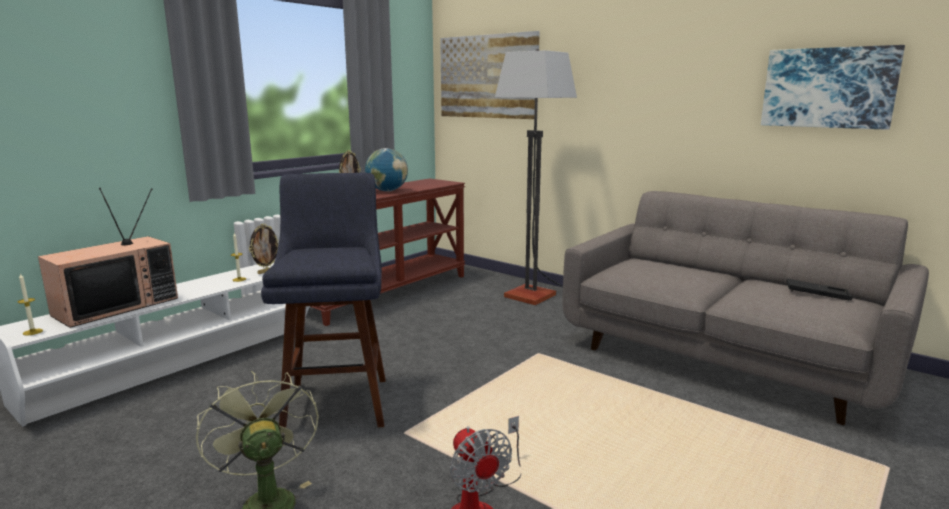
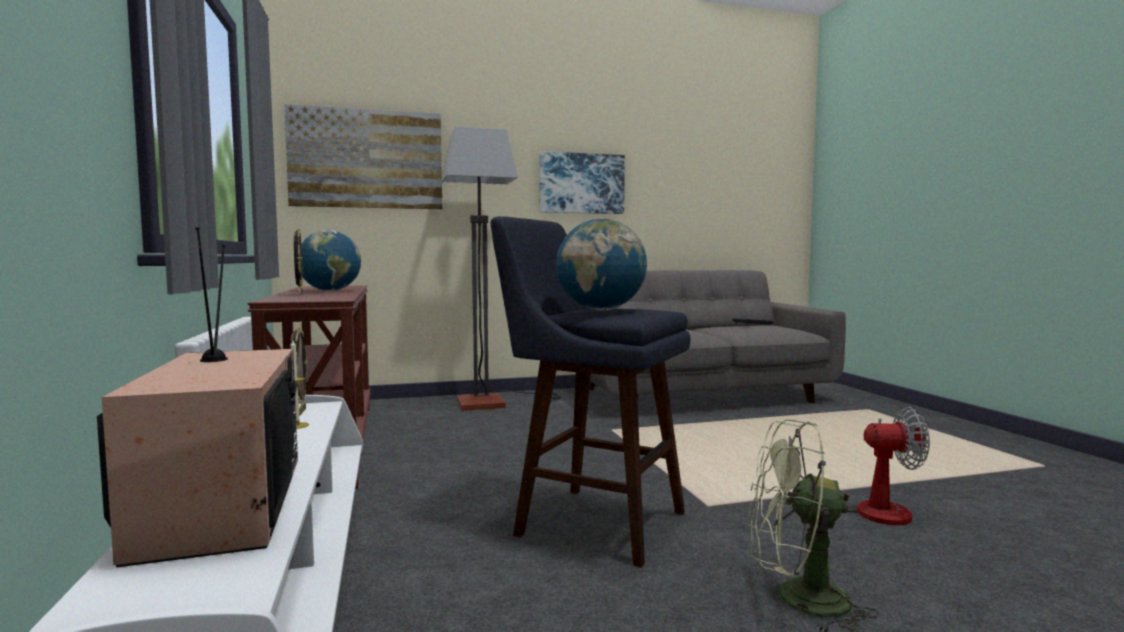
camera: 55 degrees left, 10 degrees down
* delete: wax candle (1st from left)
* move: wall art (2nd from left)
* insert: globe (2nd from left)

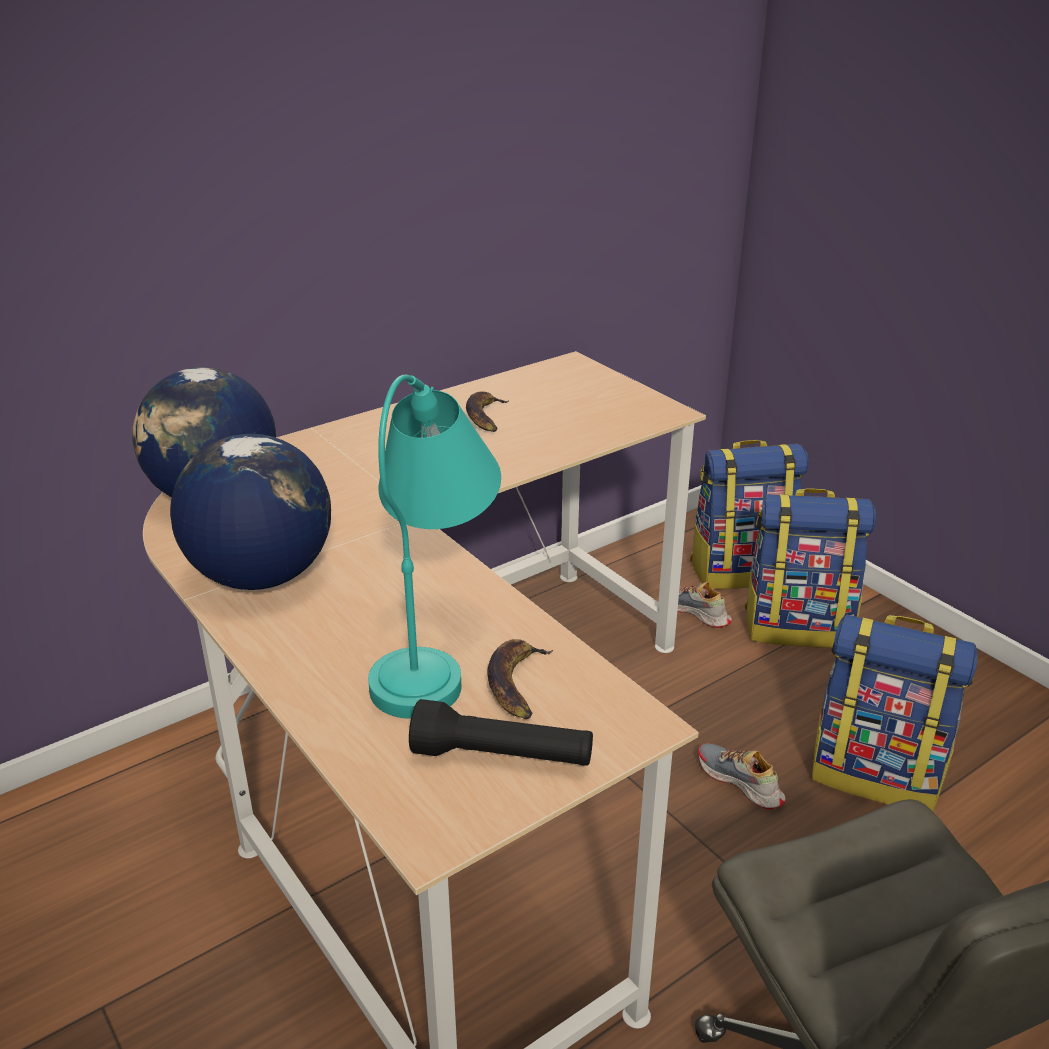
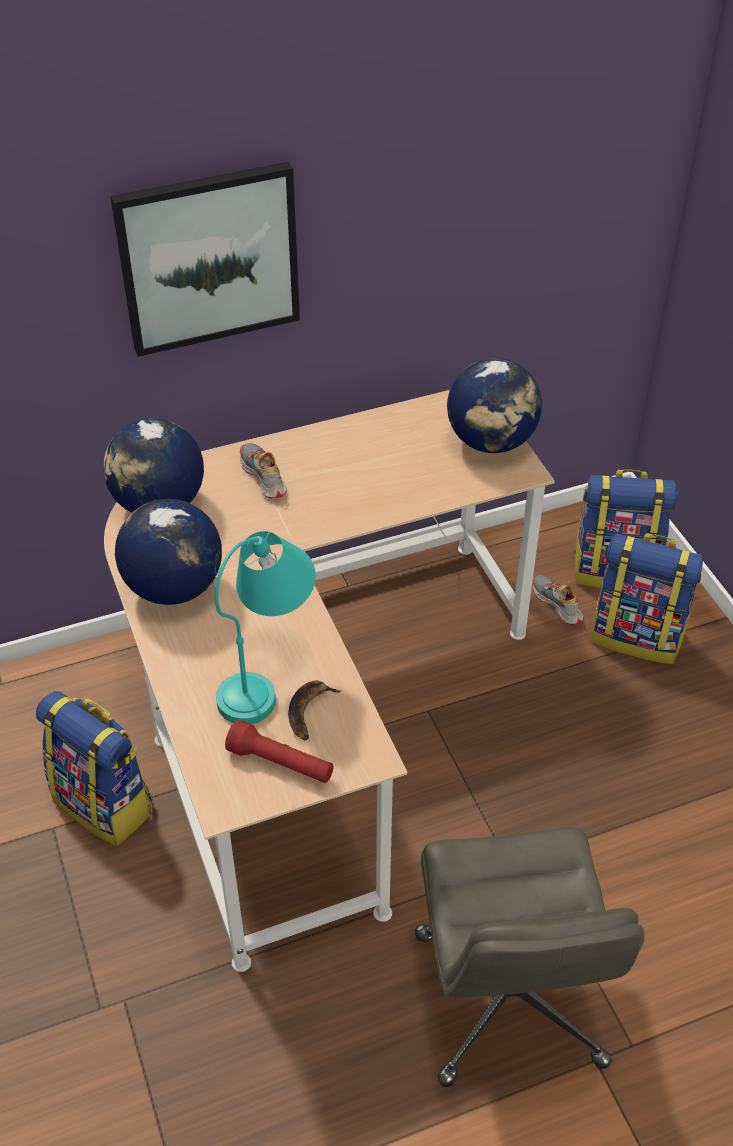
camera: 15 degrees right, 15 degrees up
* recolor: torch (black) to torch (red-coloured)
* delete: whole banana (1st from left)
* move: shoe (2nd from left in the first image) to shoe (1st from left)
* move: rucksack (3rd from left in the first image) to rucksack (1st from left)
* insert: wall art
* insert: globe (3rd from left)

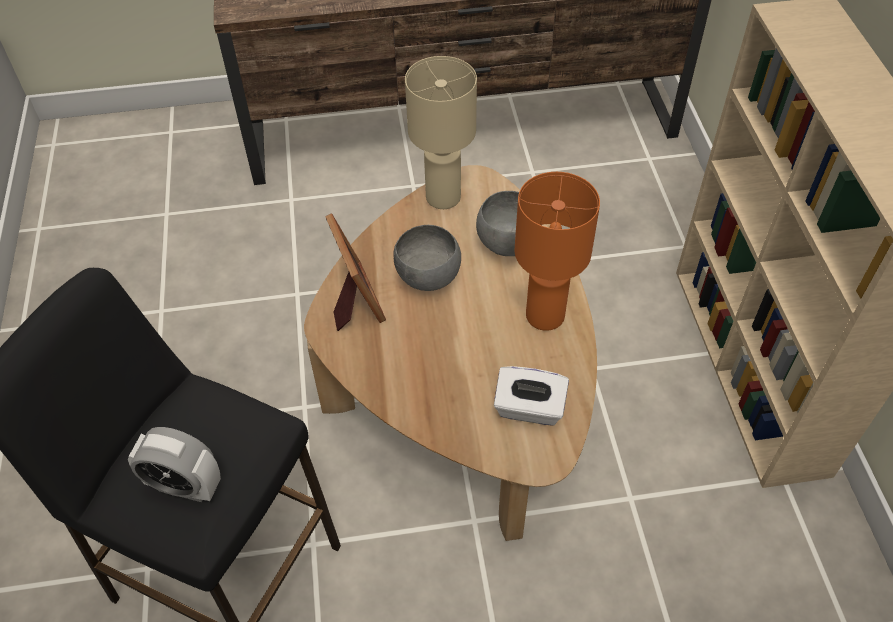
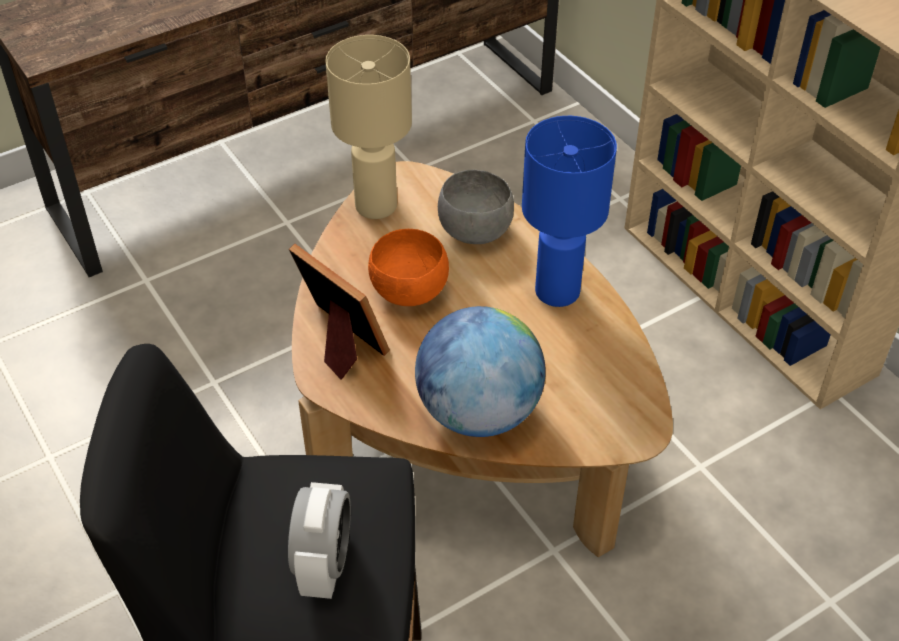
camera: 25 degrees left, 5 degrees down
* rotate: bedside clock 75 degrees counterclockwise
* recolor: bowl (gray) (1st from left) to bowl (orange)
* delete: tissue holder (whitish)
* recolor: lamp for a table (orange) to lamp for a table (bluish)
* insert: globe

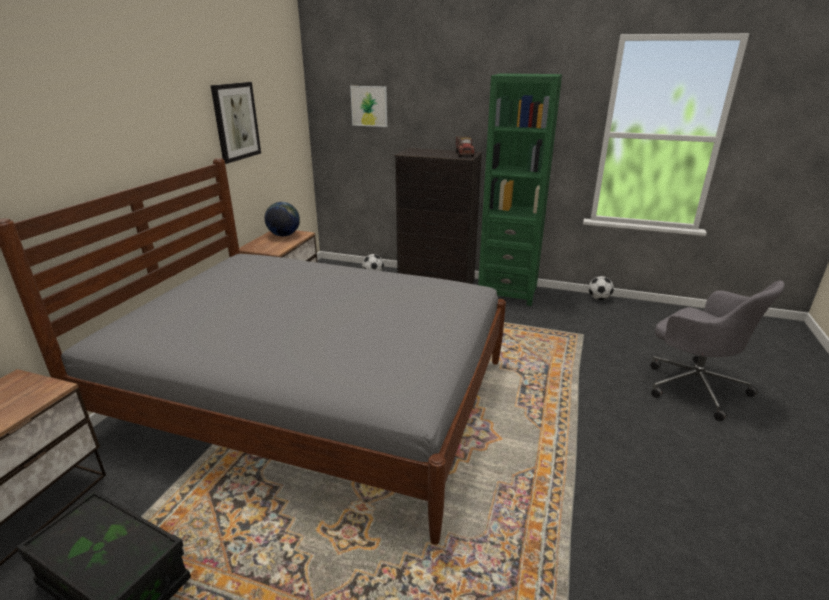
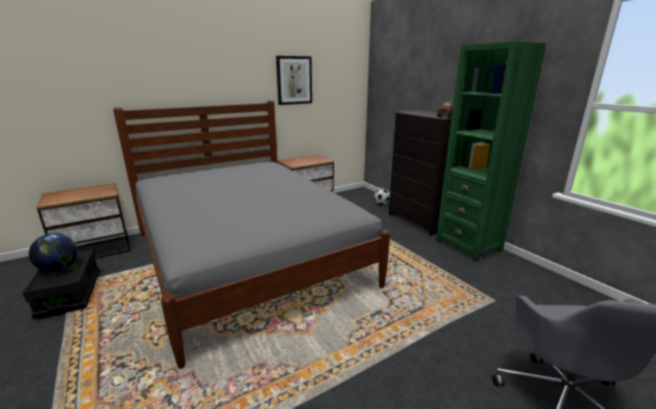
camera: 40 degrees right, 5 degrees down
* move: globe
* delete: wall art (2nd from left)
* delete: football ball (2nd from left)

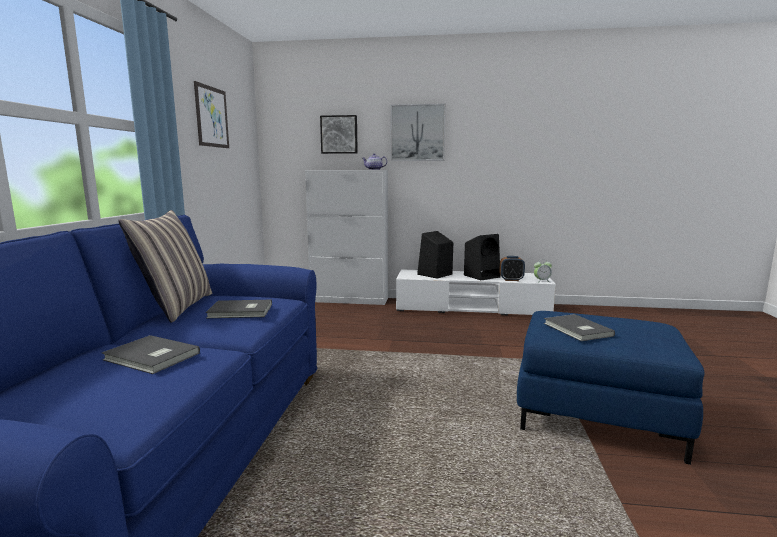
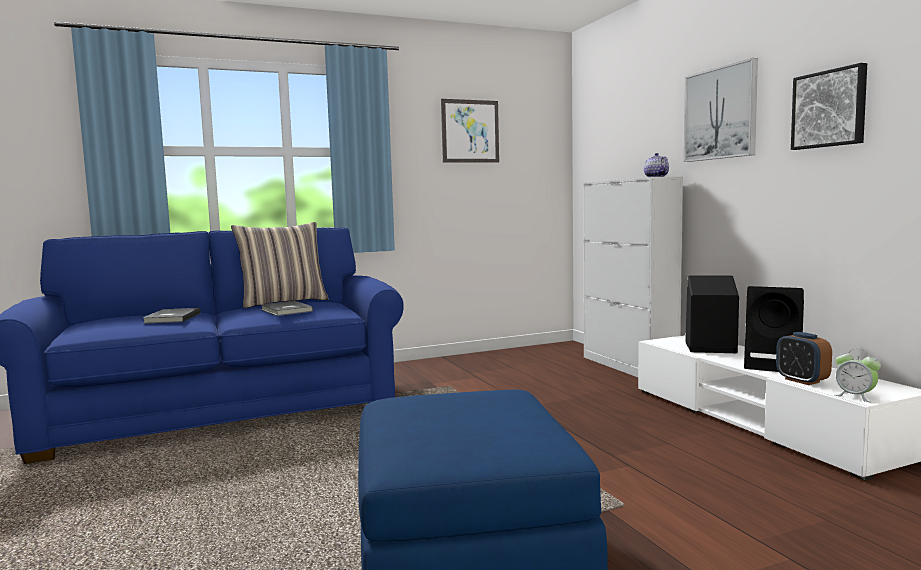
camera: 60 degrees right, 5 degrees down
* move: wall art (2nd from left in the first image) to wall art (3rd from left)
* delete: book (gray) (3rd from left)

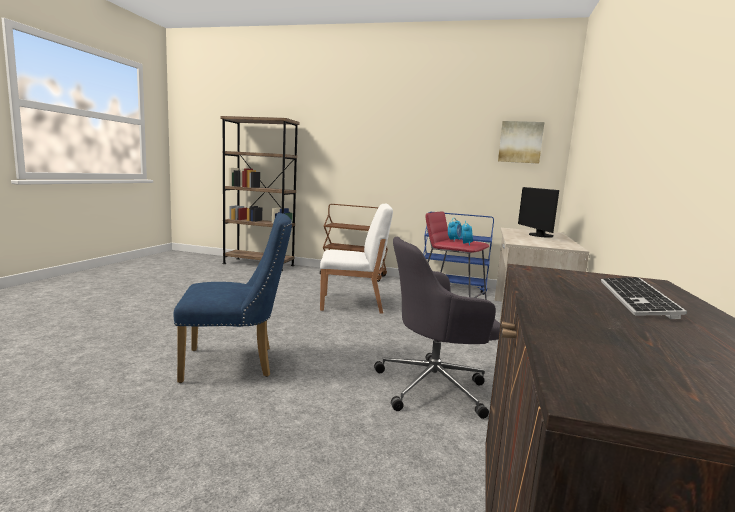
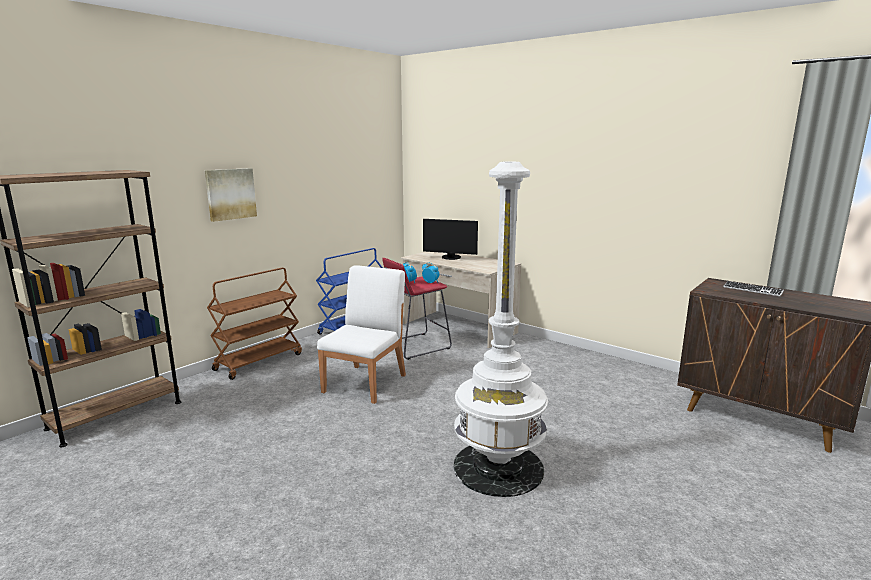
camera: 65 degrees left, 5 degrees up
* replace: chair (bluish) to standard lamp (whitish)
* delete: office chair (gray)
* move: wall art

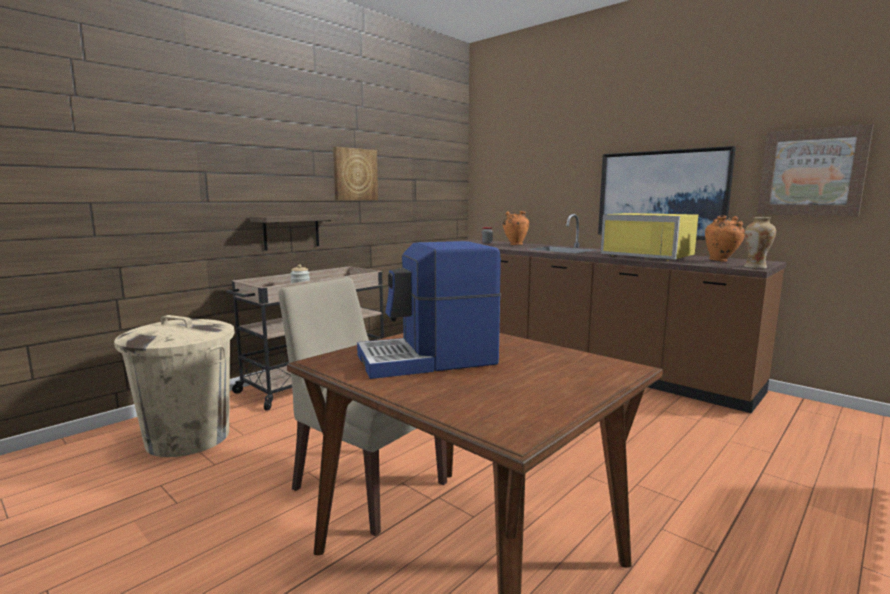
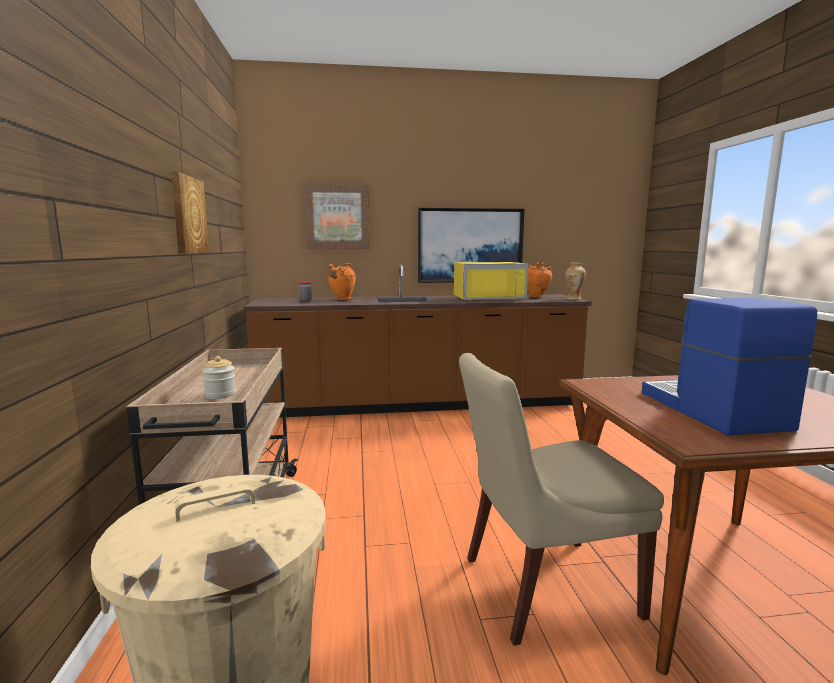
camera: 50 degrees left, 0 degrees up
* delete: wall shelf
* rotate: coffee machine 150 degrees clockwise
* move: wall art (3rd from left in the first image) to wall art (2nd from left)

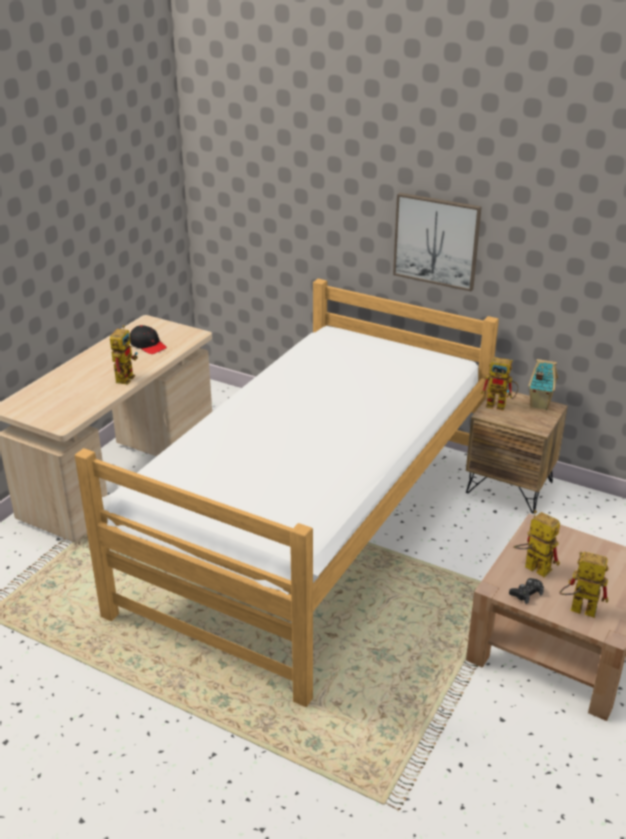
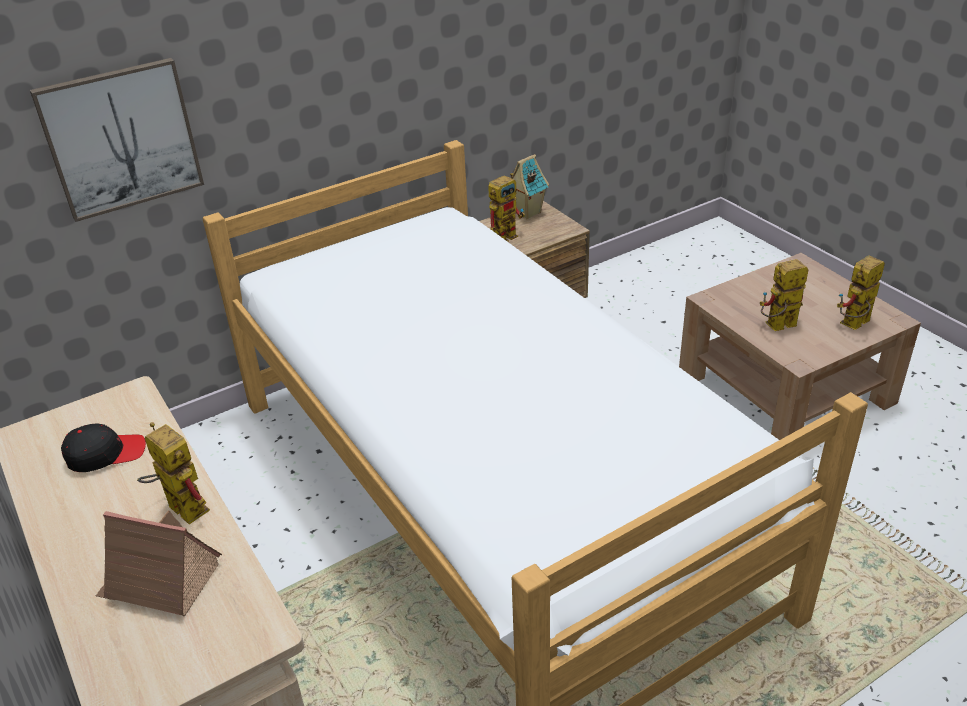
camera: 60 degrees left, 5 degrees up
* move: wall art
* delete: joypad (black)
* insert: model house (1st from left)

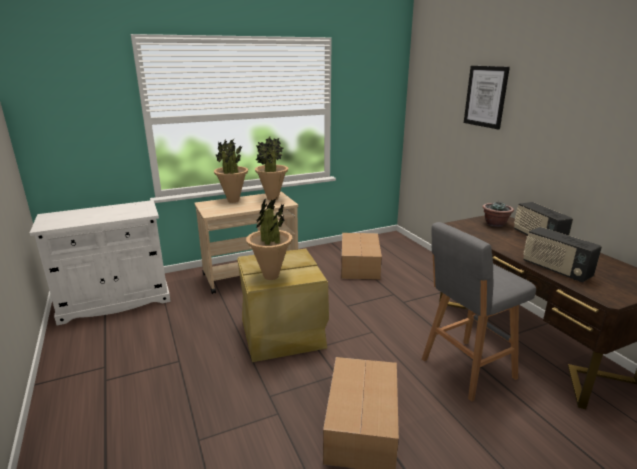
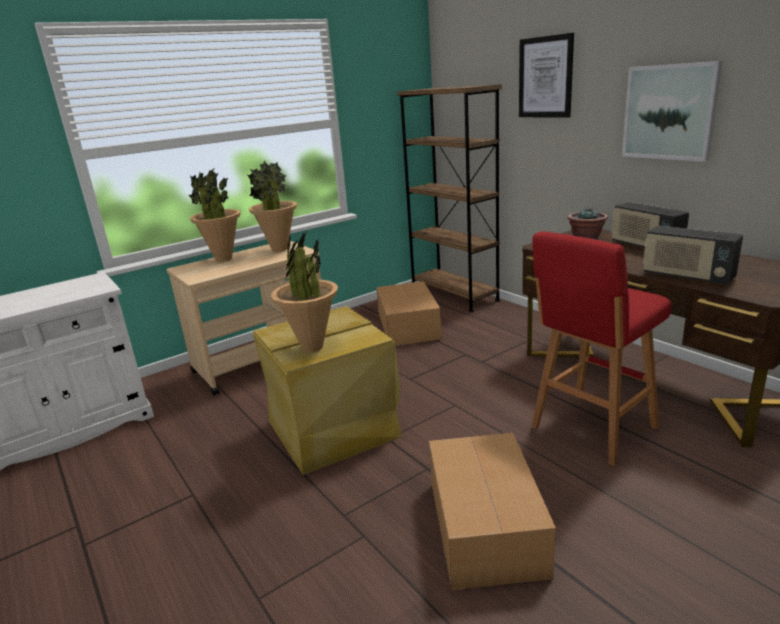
camera: 10 degrees left, 0 degrees up
* recolor: stool (gray) to stool (red-coloured)
* insert: bookcase (brownish)
* insert: wall art (2nd from left)

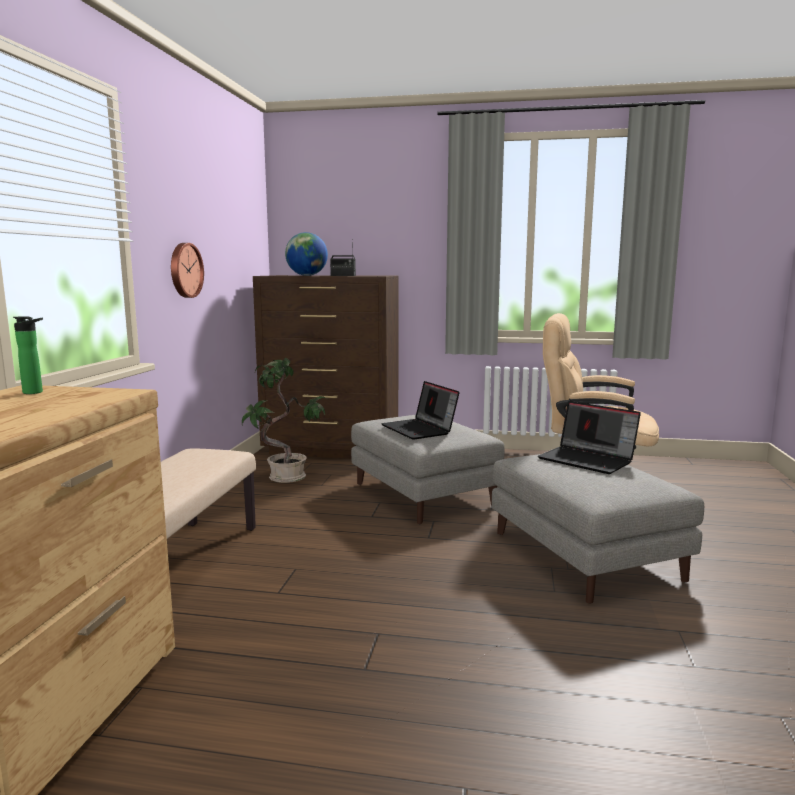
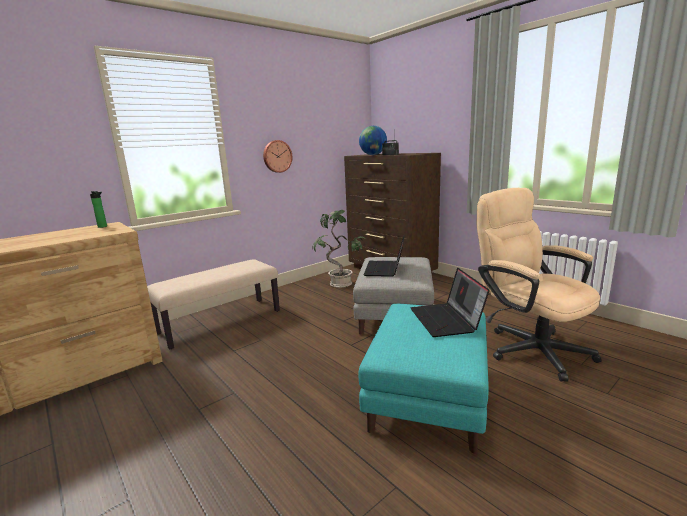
camera: 40 degrees right, 5 degrees up
* recolor: pouffe (gray) (2nd from left) to pouffe (turquoise)

